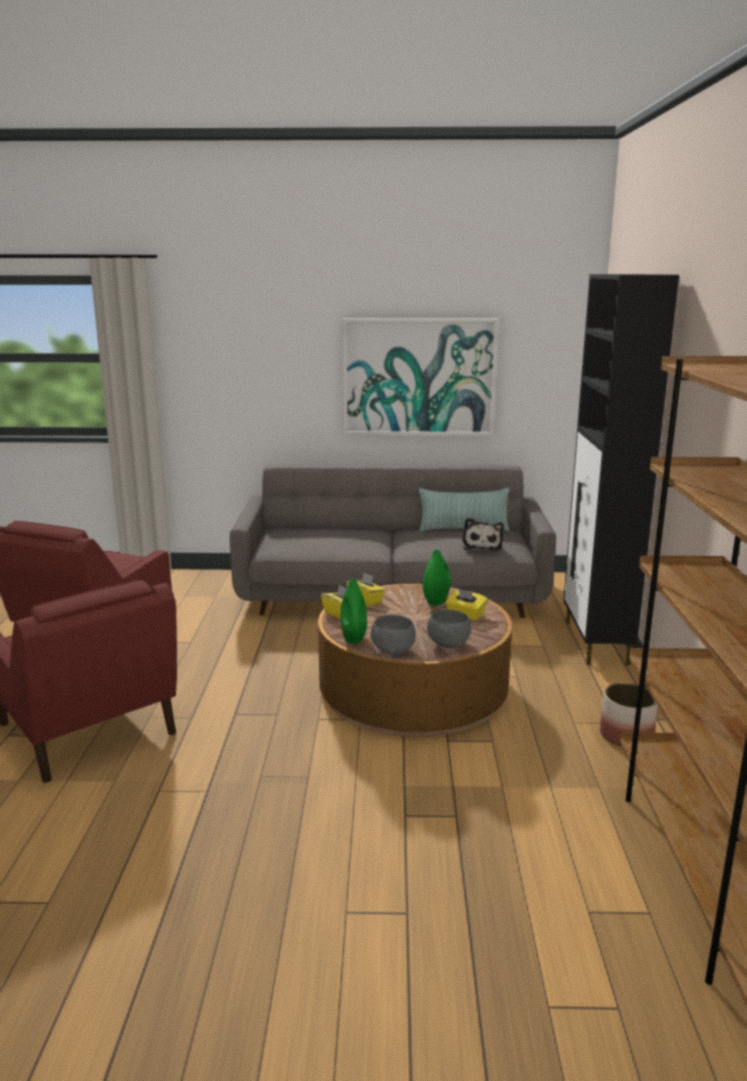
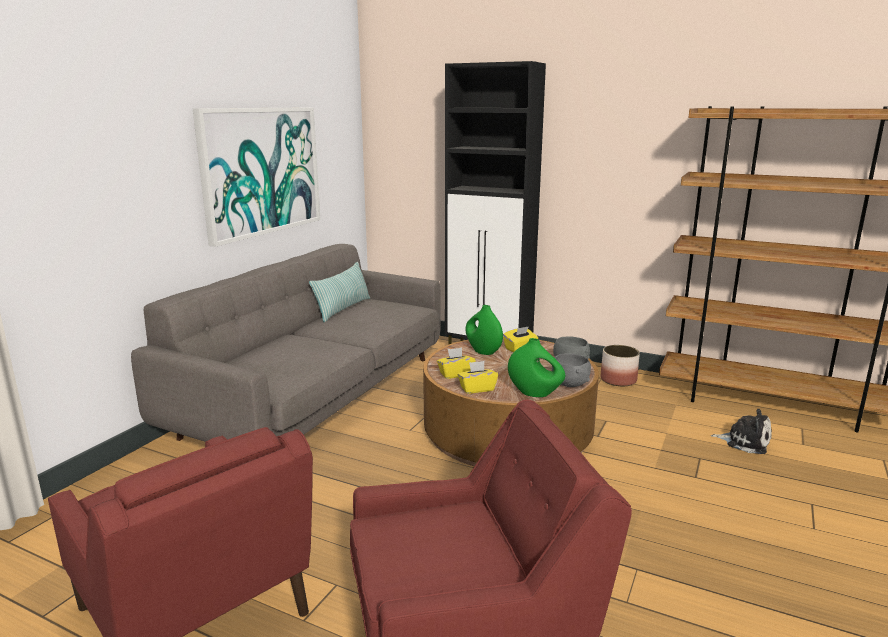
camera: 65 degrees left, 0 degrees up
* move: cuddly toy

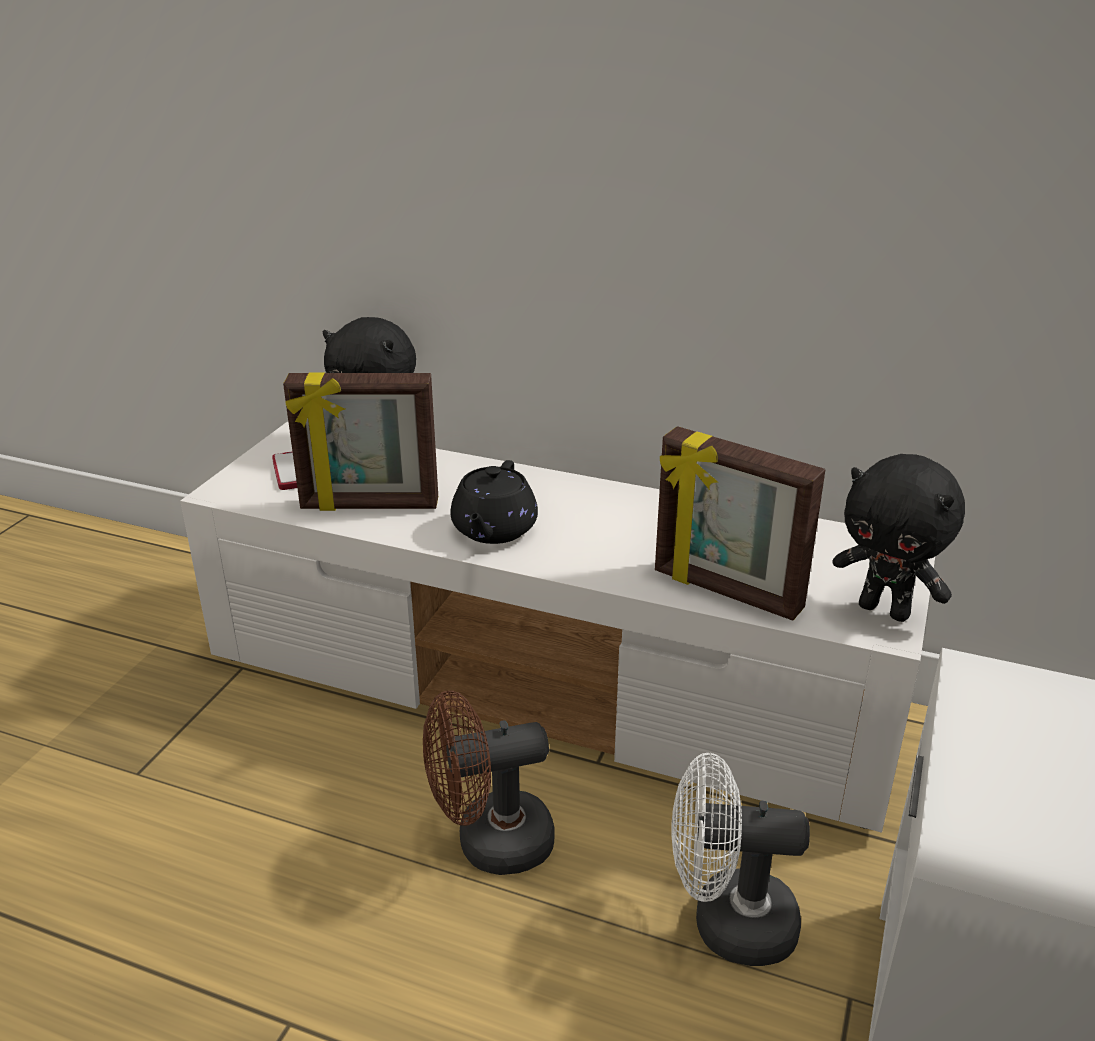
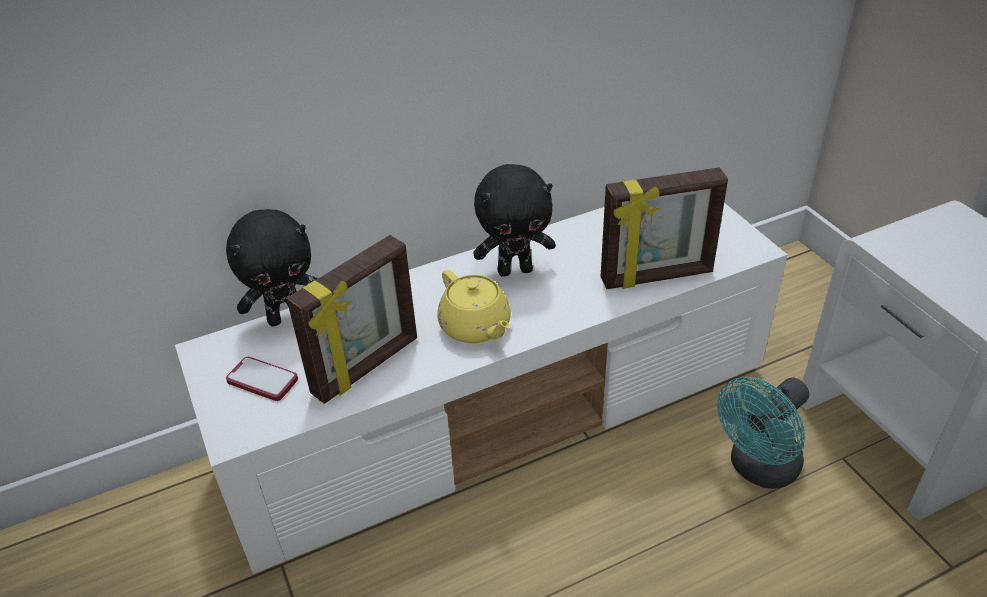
camera: 45 degrees left, 10 degrees up
* delete: electric fan (brownish)
* recolor: teapot (black) to teapot (yellowish)
* recolor: electric fan (whitish) to electric fan (turquoise)
* move: cuddly toy (black) (2nd from left)

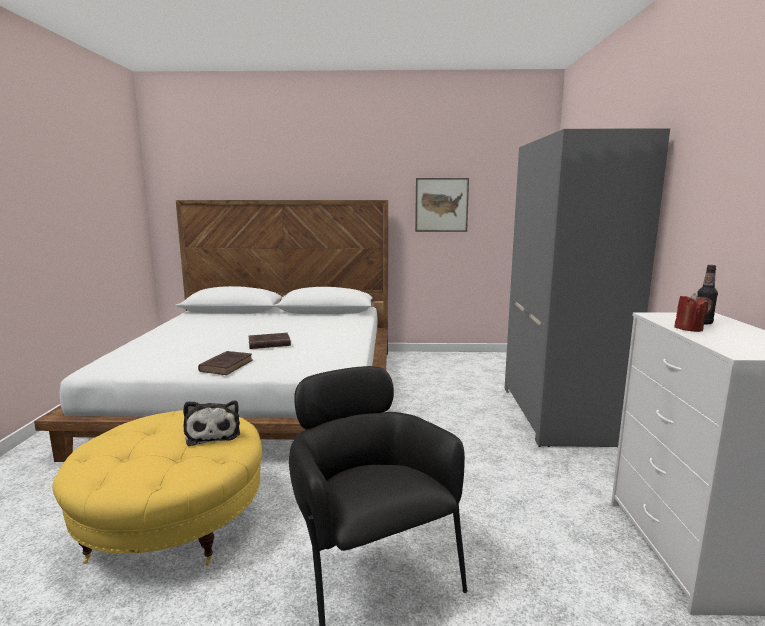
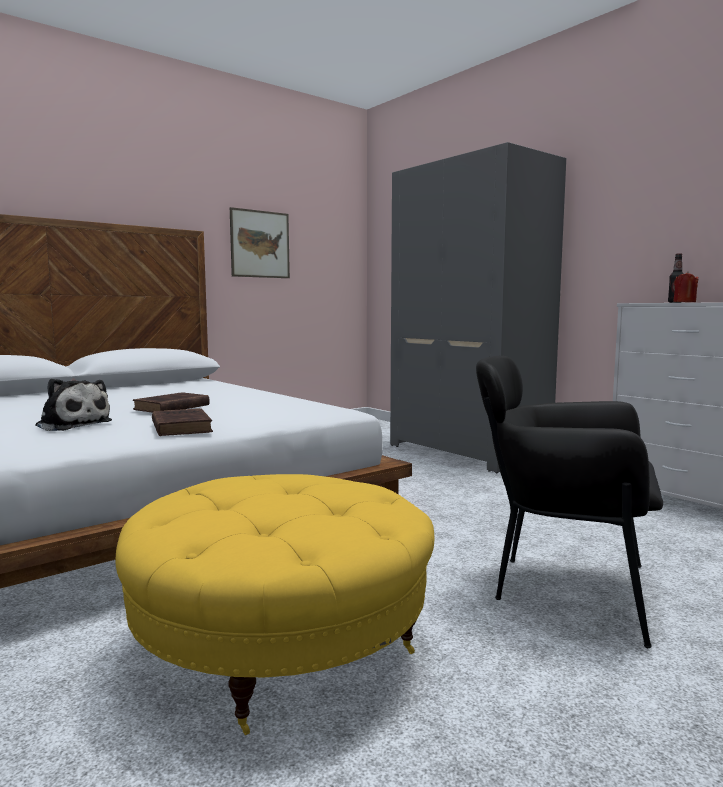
camera: 40 degrees left, 5 degrees down
* move: cuddly toy

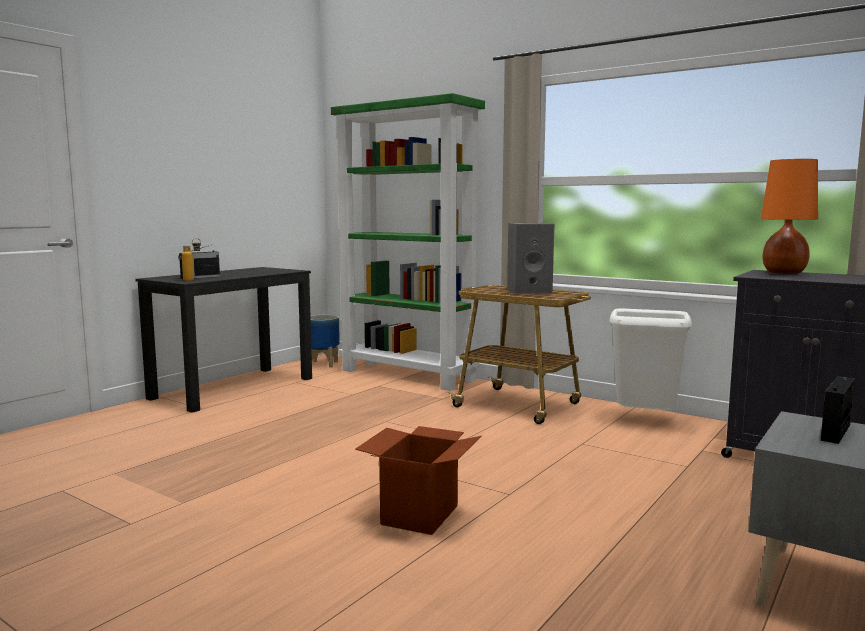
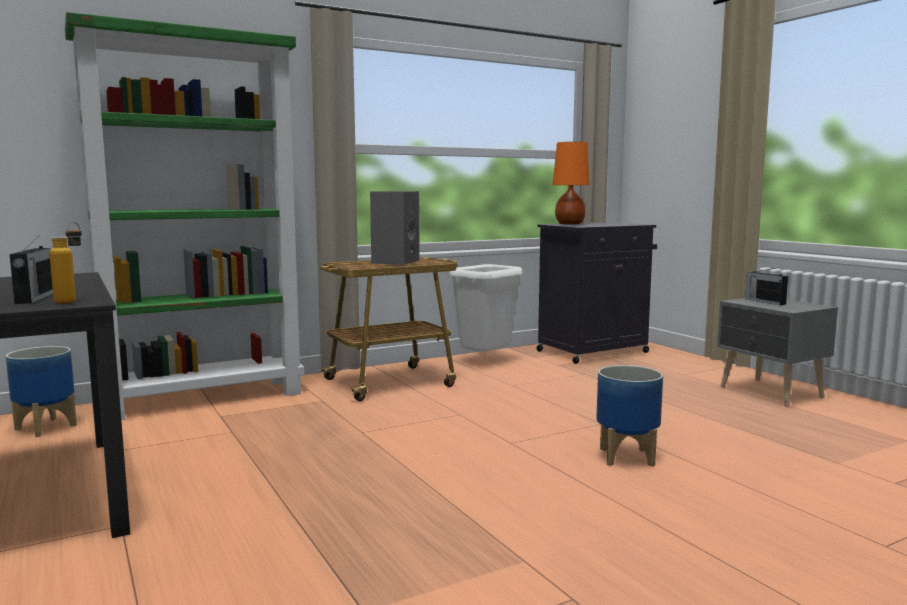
camera: 65 degrees left, 0 degrees up
* replace: cardboard box to flower pot (2nd from left)

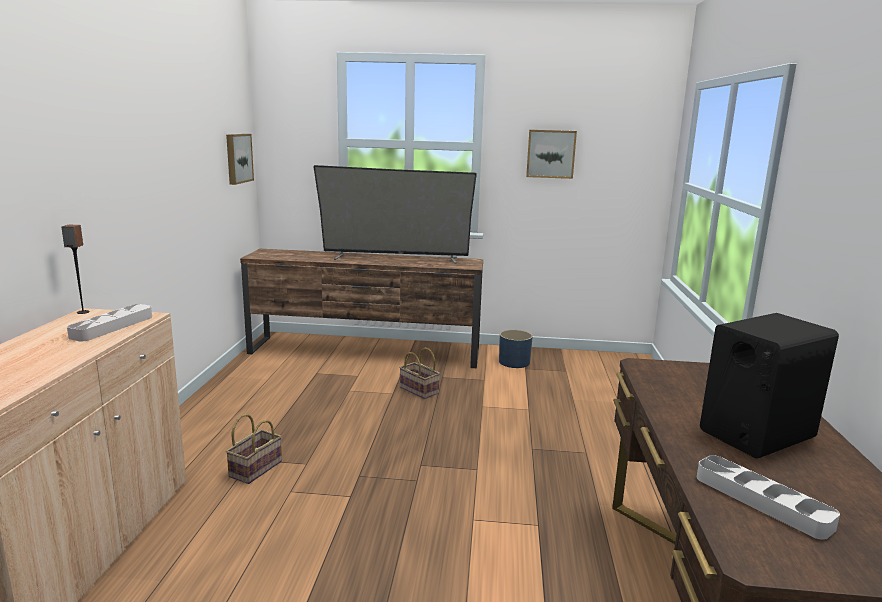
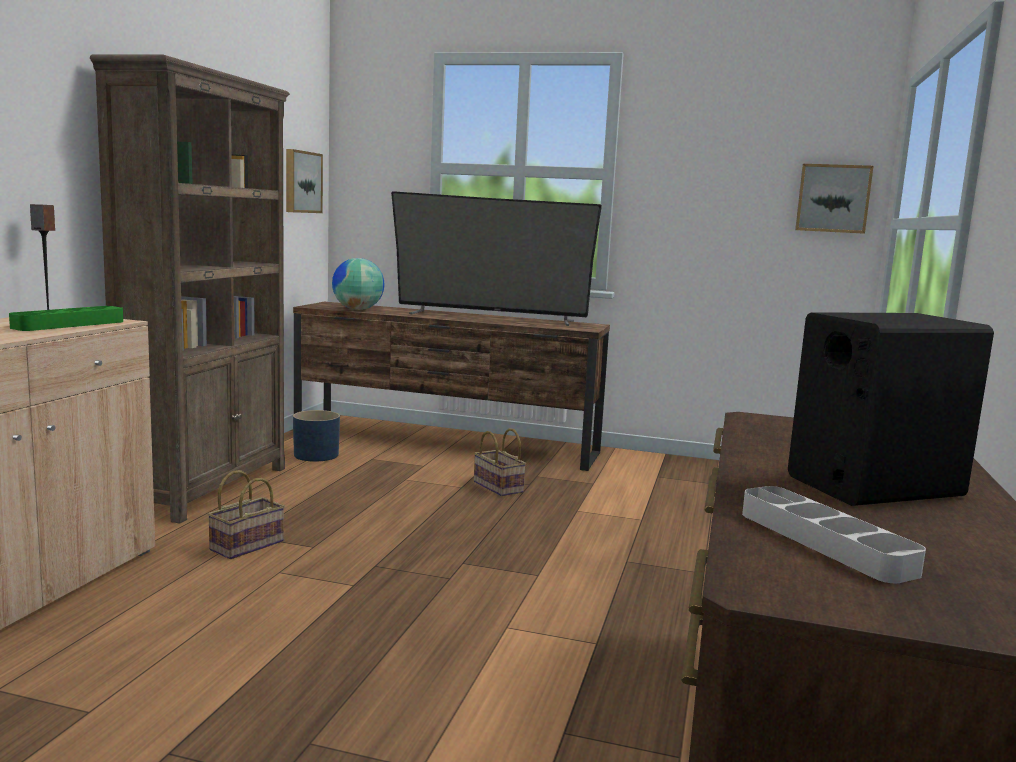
camera: 10 degrees right, 5 degrees down
* recolor: tray (gray) (1st from left) to tray (green)
* move: flower pot (bluish)
* move: wall art (2nd from left)
* insert: bookcase (brownish)
* insert: globe

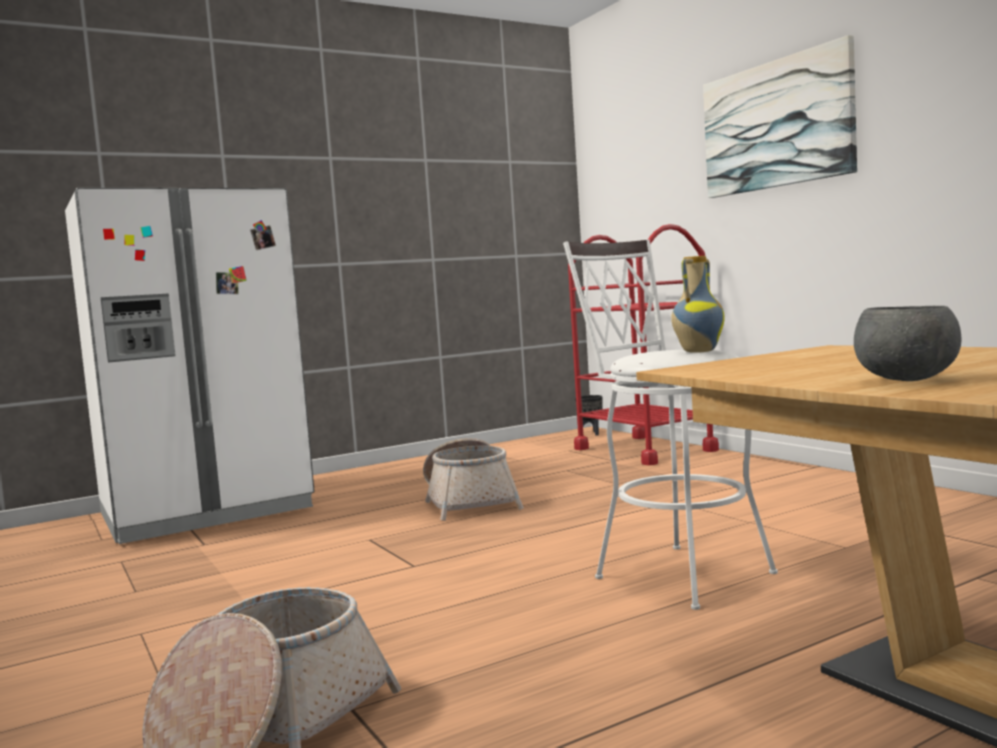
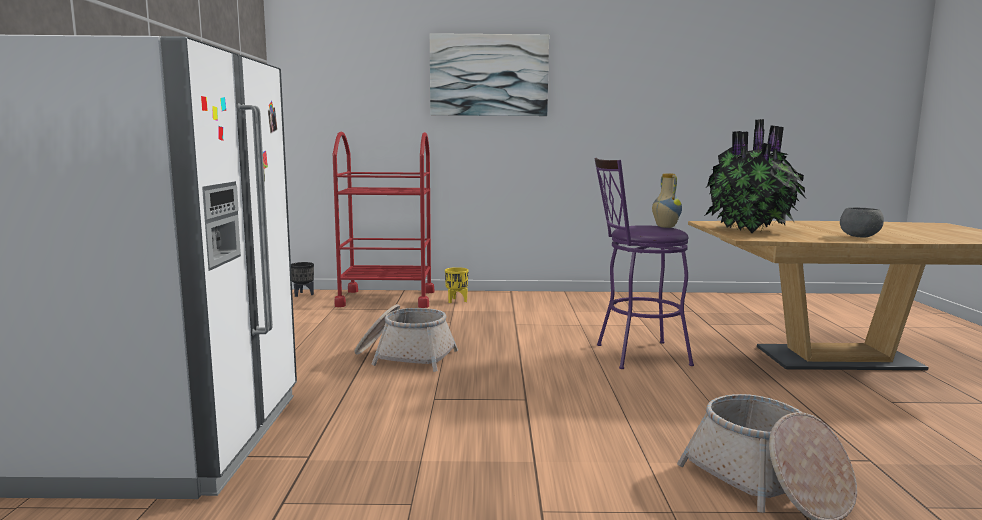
camera: 60 degrees left, 5 degrees up
* recolor: stool (whitish) to stool (purple-coloured)
* insert: flower pot (yellowish)
* insert: potted plant

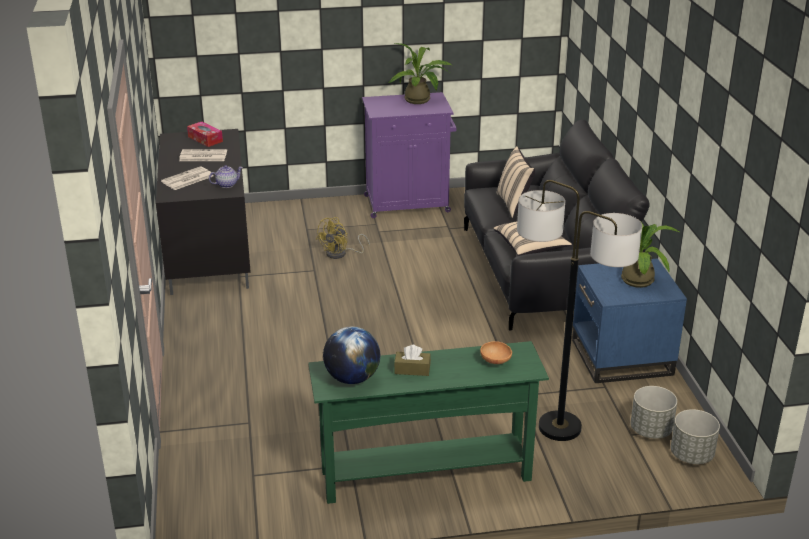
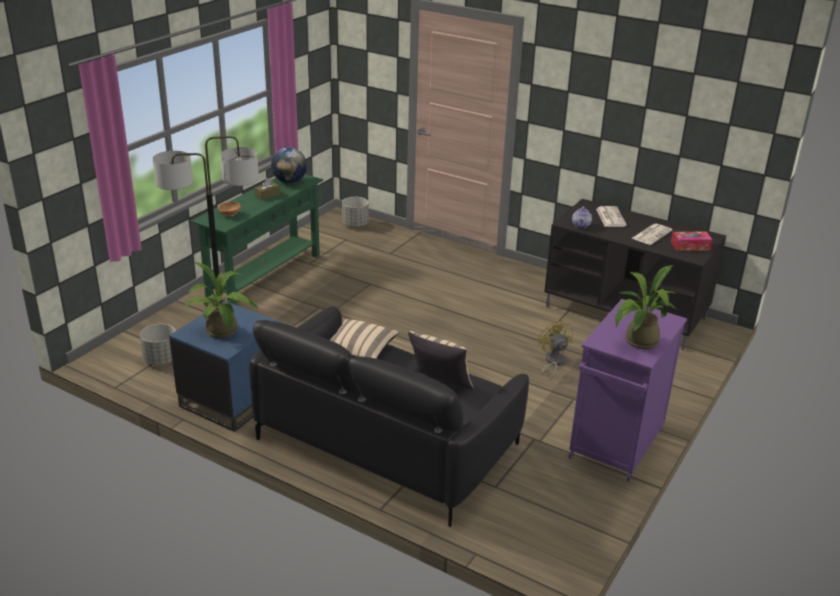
camera: 130 degrees right, 0 degrees up
* move: flower pot (gray) (2nd from left)

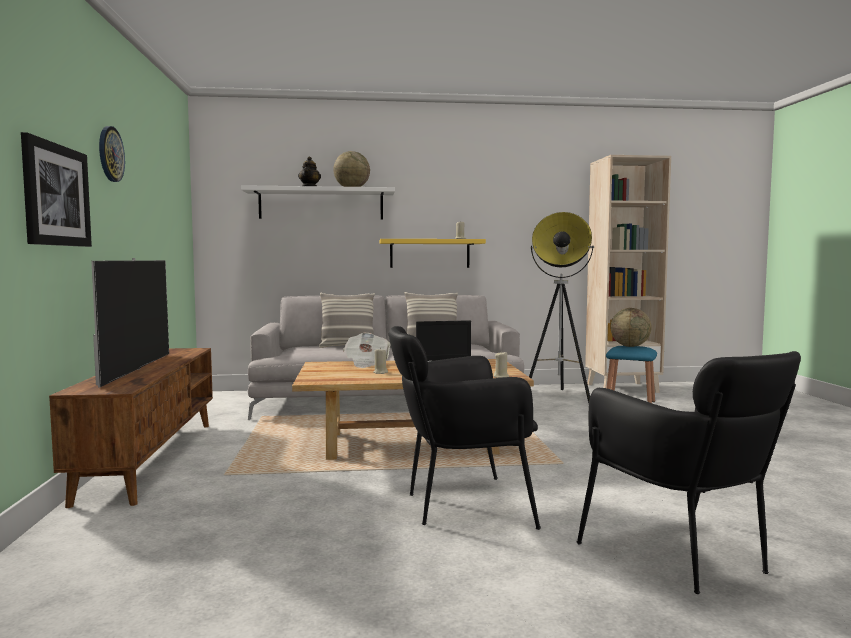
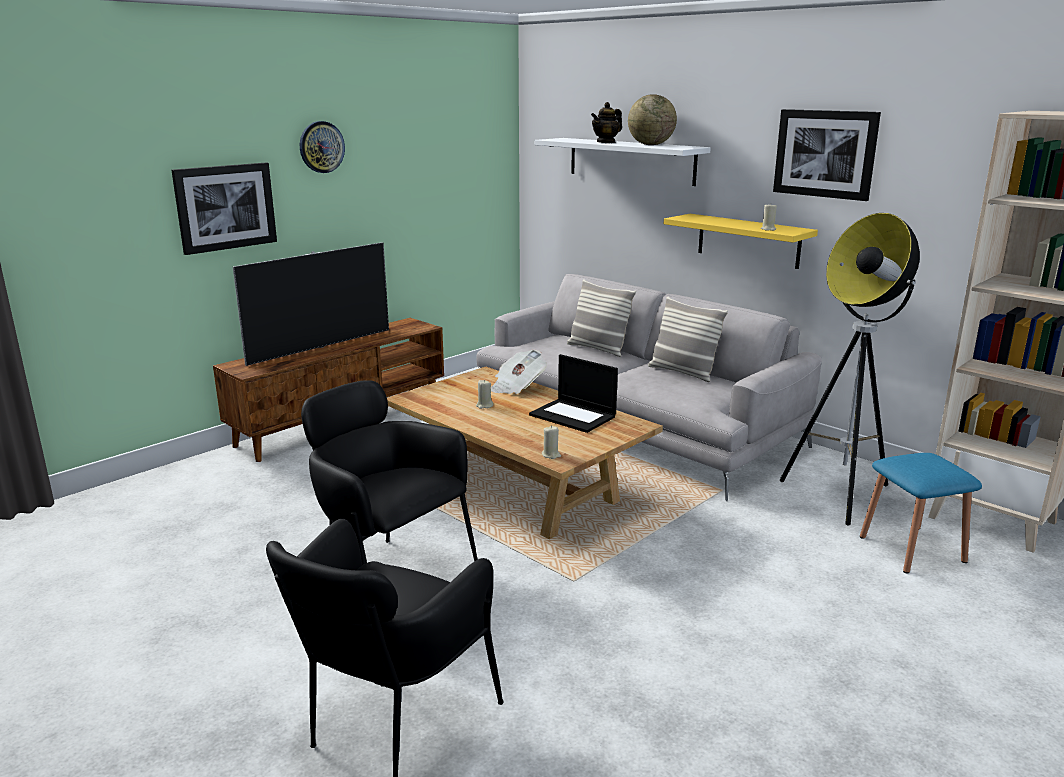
camera: 50 degrees right, 15 degrees up
* delete: globe (2nd from left)
* insert: wall art (2nd from left)

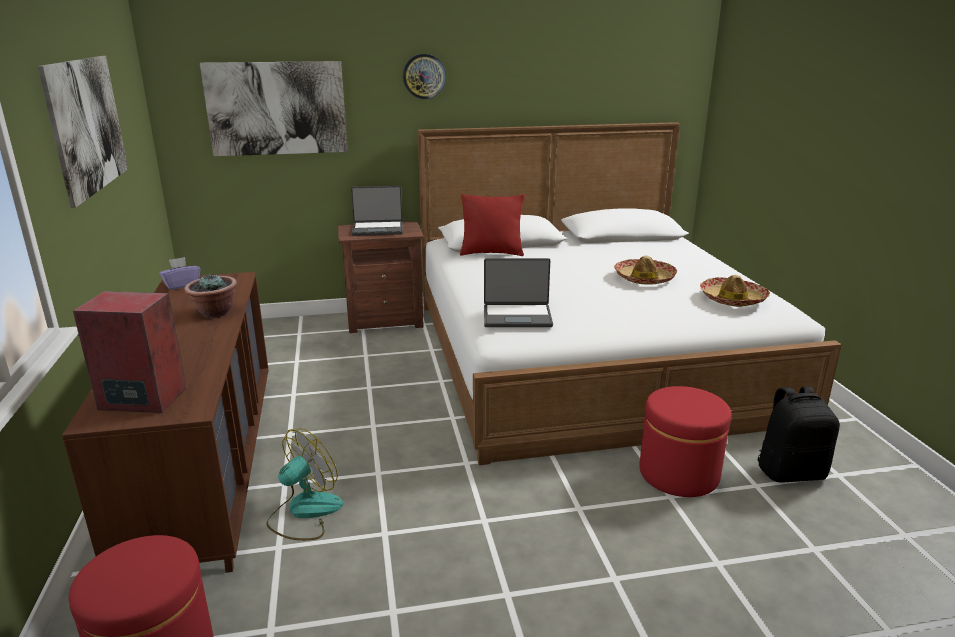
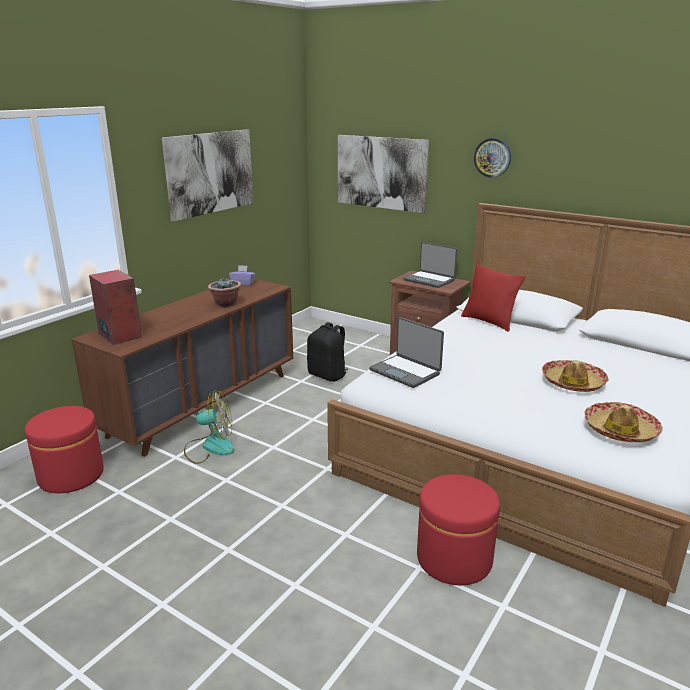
camera: 45 degrees right, 0 degrees up
* move: rucksack (black)

